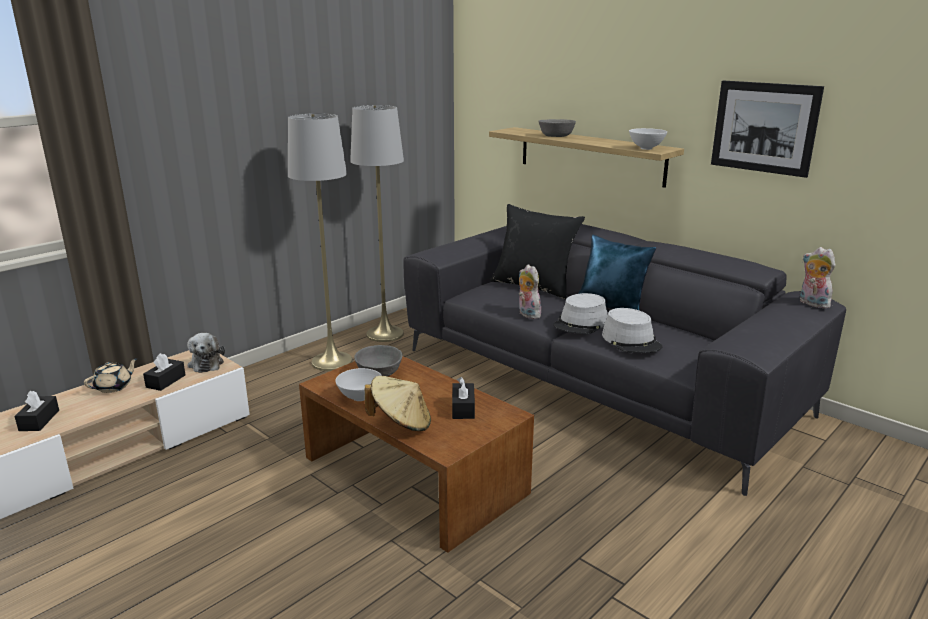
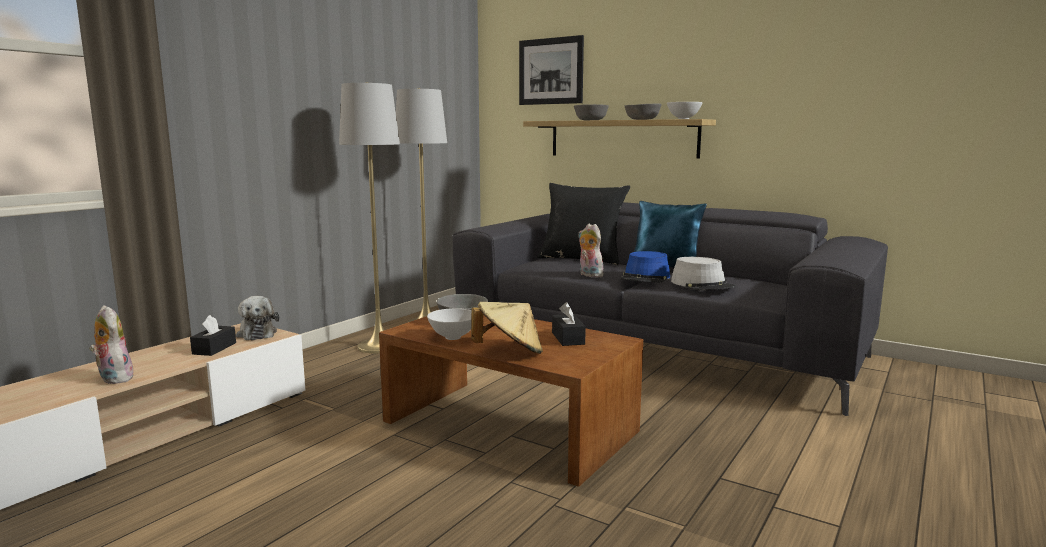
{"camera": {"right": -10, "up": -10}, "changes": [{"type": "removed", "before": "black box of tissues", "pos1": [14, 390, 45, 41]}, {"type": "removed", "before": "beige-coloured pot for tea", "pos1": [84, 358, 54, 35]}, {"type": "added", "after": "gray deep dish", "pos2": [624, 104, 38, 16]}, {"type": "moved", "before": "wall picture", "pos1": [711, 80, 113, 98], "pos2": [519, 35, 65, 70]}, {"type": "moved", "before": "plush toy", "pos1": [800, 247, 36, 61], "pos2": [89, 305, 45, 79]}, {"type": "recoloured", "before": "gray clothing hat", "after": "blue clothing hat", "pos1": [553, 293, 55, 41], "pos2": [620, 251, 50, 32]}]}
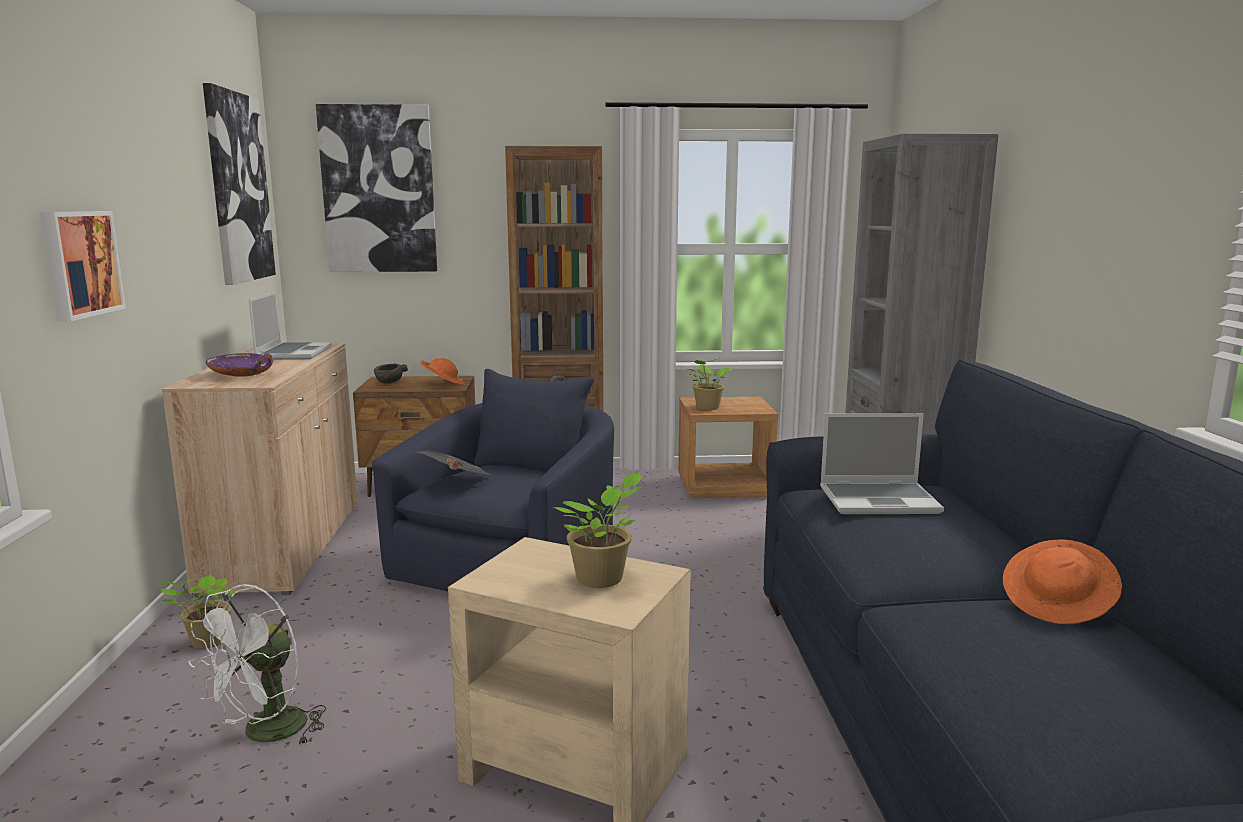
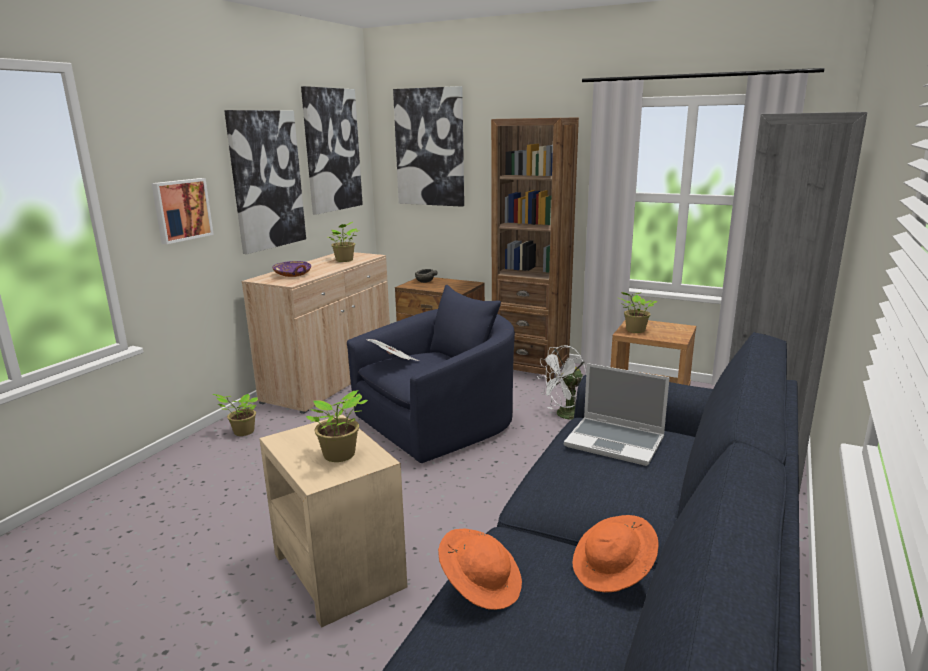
{"camera": {"right": 30, "up": 5}, "changes": [{"type": "added", "after": "wall picture", "pos2": [224, 110, 82, 144]}, {"type": "moved", "before": "white-coloured electric fan", "pos1": [188, 584, 138, 162], "pos2": [537, 345, 49, 75]}, {"type": "moved", "before": "orangey clothing hat", "pos1": [421, 358, 43, 27], "pos2": [438, 529, 84, 81]}, {"type": "replaced", "before": "portable computer", "after": "houseplant", "pos1": [249, 292, 83, 68], "pos2": [328, 222, 32, 40]}]}
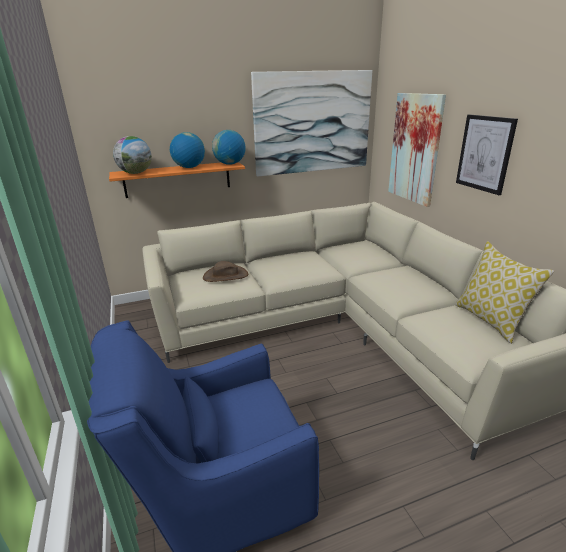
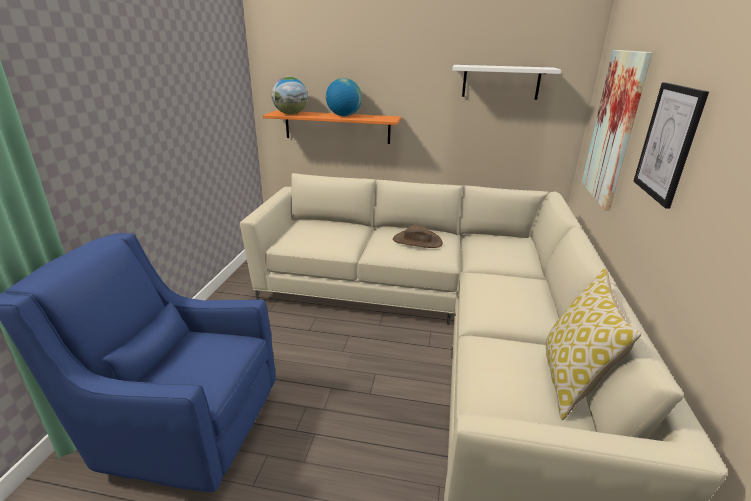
{"camera": {"right": 30, "up": 0}, "changes": [{"type": "removed", "before": "desk globe", "pos1": [212, 130, 34, 35]}, {"type": "moved", "before": "brown clothing hat", "pos1": [203, 261, 45, 21], "pos2": [393, 224, 50, 24]}, {"type": "replaced", "before": "wall picture", "after": "white-coloured wall shelf", "pos1": [251, 70, 121, 107], "pos2": [452, 65, 109, 35]}]}
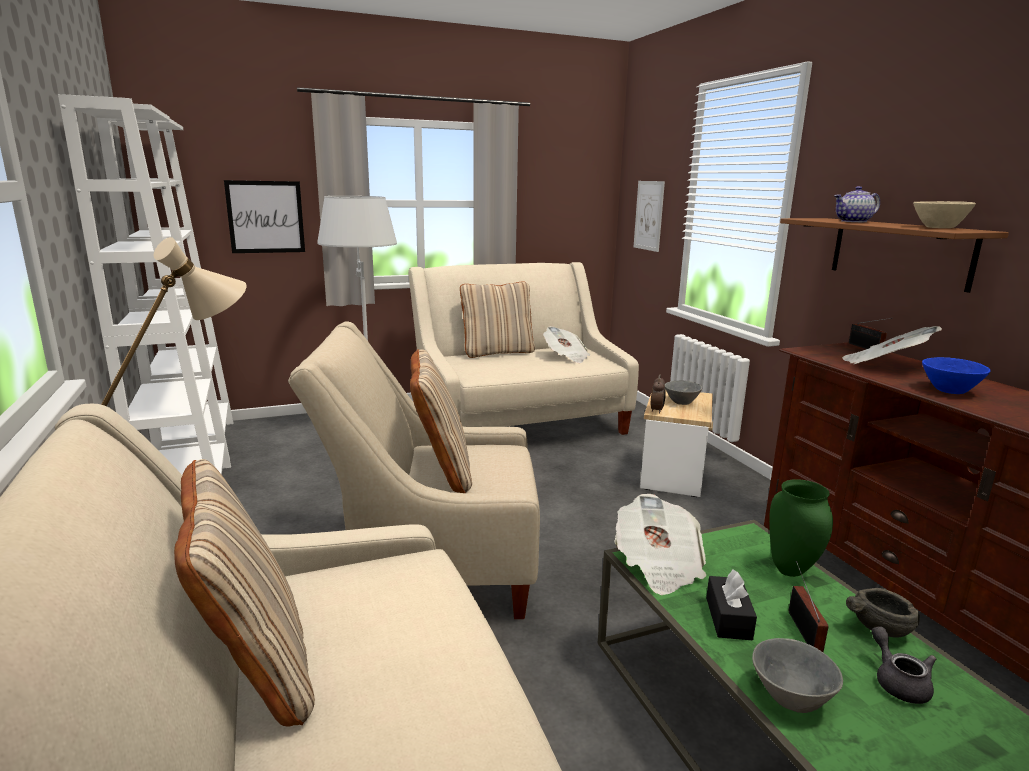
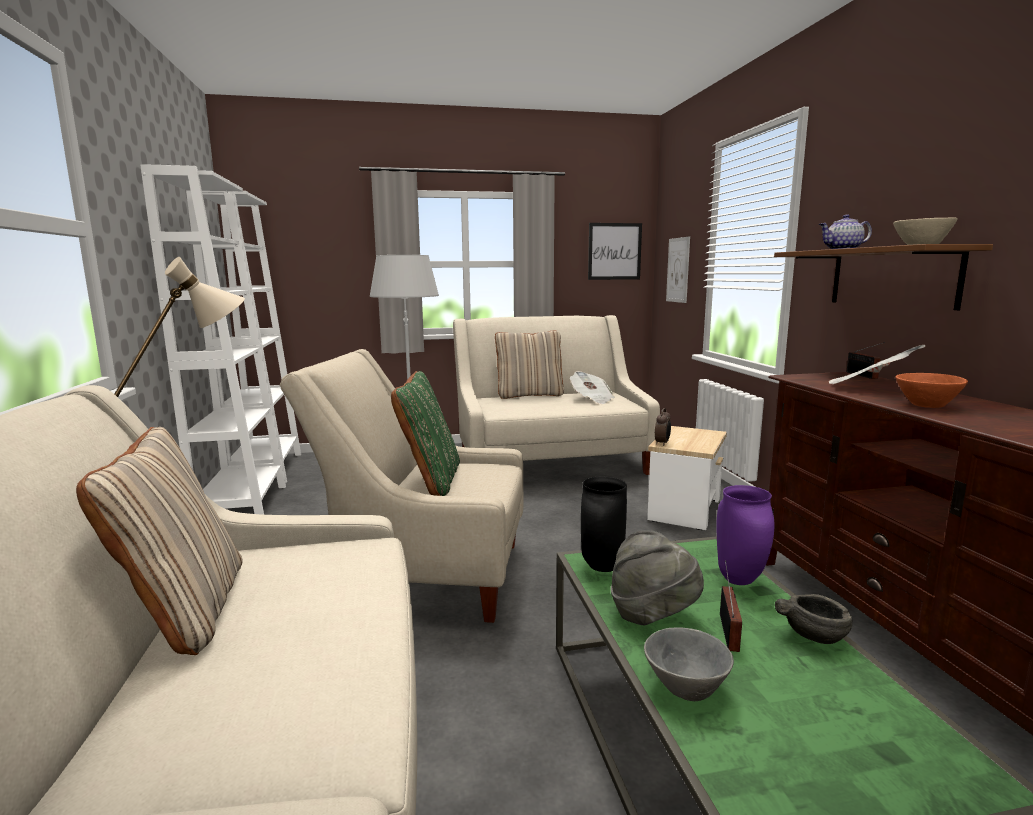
{"camera": {"right": 10, "up": -5}, "changes": [{"type": "removed", "before": "gray deep dish", "pos1": [665, 381, 37, 24]}, {"type": "removed", "before": "gray pot for tea", "pos1": [872, 626, 64, 78]}, {"type": "moved", "before": "wall picture", "pos1": [224, 180, 81, 73], "pos2": [588, 223, 54, 57]}, {"type": "replaced", "before": "printed paper", "after": "black decorative vase", "pos1": [615, 494, 91, 101], "pos2": [581, 477, 46, 95]}, {"type": "replaced", "before": "black box of tissues", "after": "gray clothing hat", "pos1": [706, 569, 51, 71], "pos2": [611, 530, 93, 95]}, {"type": "recoloured", "before": "beige-coloured cushion", "after": "greenish cushion", "pos1": [410, 349, 62, 144], "pos2": [391, 371, 69, 125]}, {"type": "recoloured", "before": "greenish decorative vase", "after": "purple-coloured decorative vase", "pos1": [769, 479, 64, 98], "pos2": [717, 485, 57, 100]}, {"type": "recoloured", "before": "blue deep dish", "after": "orangey deep dish", "pos1": [922, 357, 69, 37], "pos2": [895, 373, 73, 35]}]}
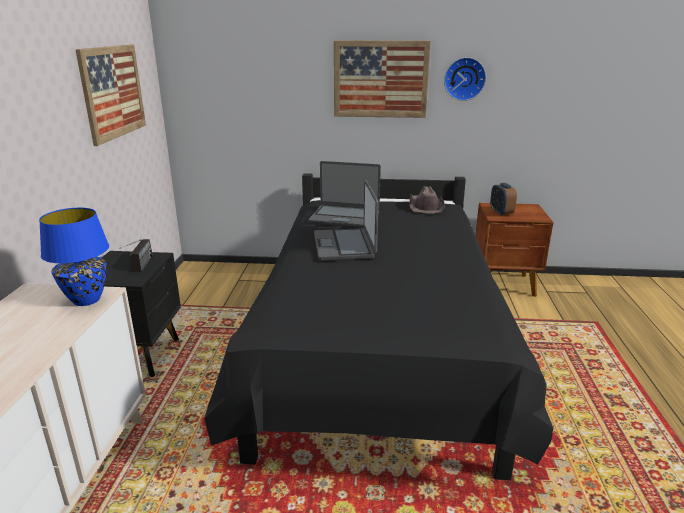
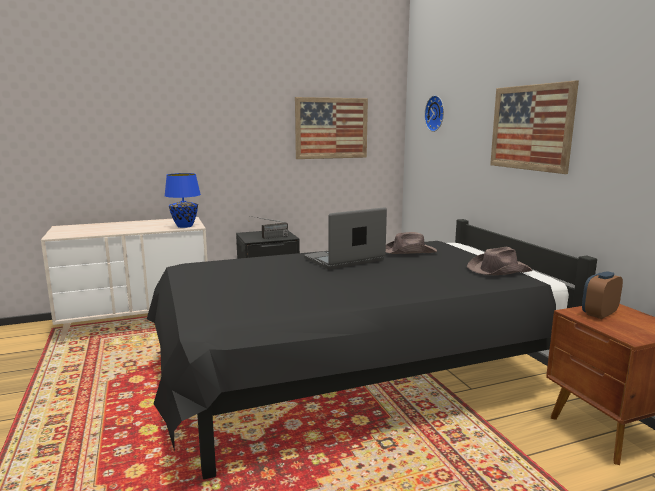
{"camera": {"right": 65, "up": -10}, "changes": [{"type": "moved", "before": "wall clock", "pos1": [444, 57, 42, 44], "pos2": [424, 95, 20, 37]}, {"type": "replaced", "before": "portable computer", "after": "brown clothing hat", "pos1": [308, 161, 73, 67], "pos2": [386, 232, 51, 22]}]}
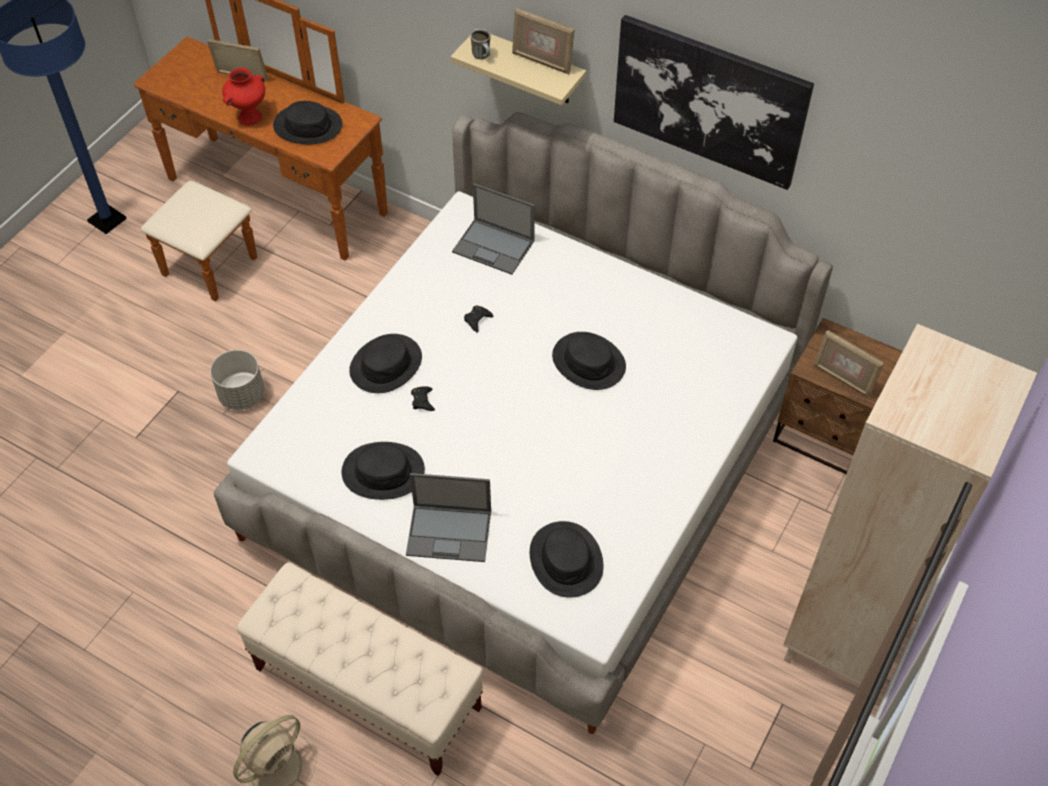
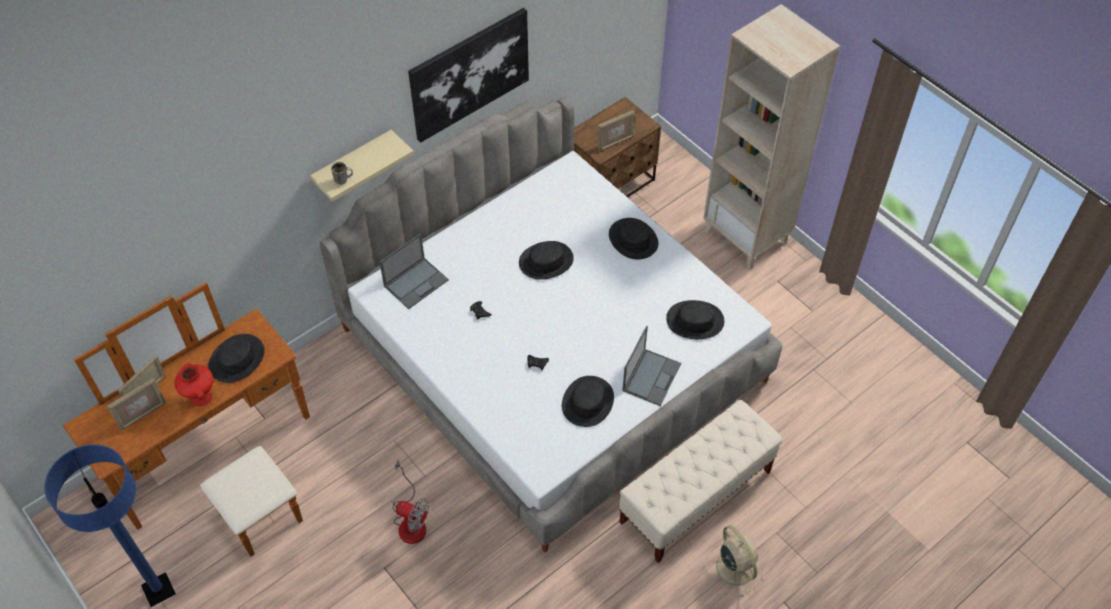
{"camera": {"right": -70, "up": 0}, "changes": [{"type": "moved", "before": "black clothing hat", "pos1": [349, 334, 73, 59], "pos2": [609, 218, 49, 41]}, {"type": "moved", "before": "standing frame", "pos1": [512, 8, 62, 67], "pos2": [107, 378, 59, 53]}, {"type": "replaced", "before": "gray plant pot", "after": "electric fan", "pos1": [210, 350, 54, 60], "pos2": [393, 459, 36, 85]}]}
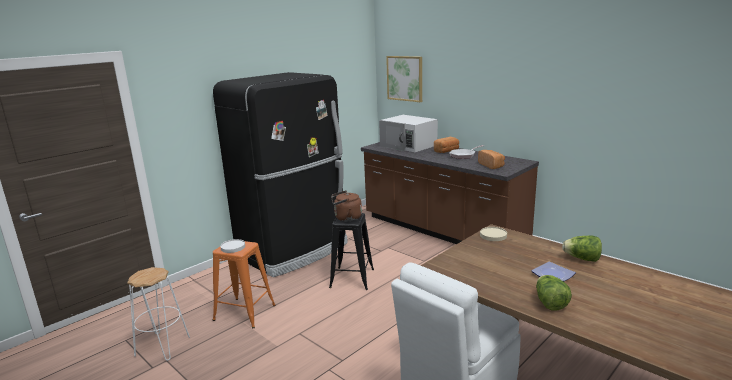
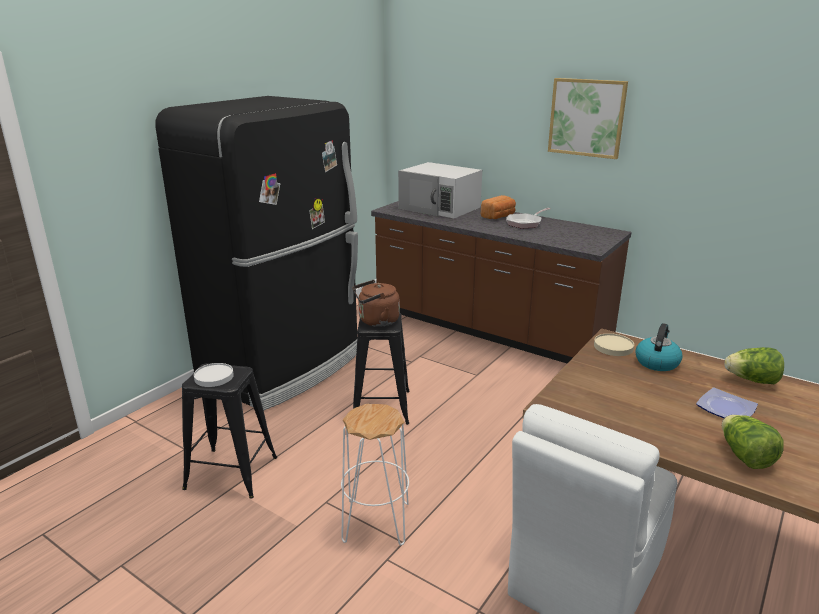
{"camera": {"right": -10, "up": 5}, "changes": [{"type": "removed", "before": "bakery bread", "pos1": [478, 150, 27, 19]}, {"type": "added", "after": "water kettle", "pos2": [635, 323, 47, 48]}, {"type": "moved", "before": "white-coloured stool seat", "pos1": [127, 267, 63, 94], "pos2": [341, 404, 68, 141]}, {"type": "moved", "before": "wall picture", "pos1": [386, 56, 36, 46], "pos2": [548, 78, 80, 81]}, {"type": "recoloured", "before": "orangey stool seat", "after": "black stool seat", "pos1": [212, 241, 64, 87], "pos2": [182, 363, 95, 136]}]}
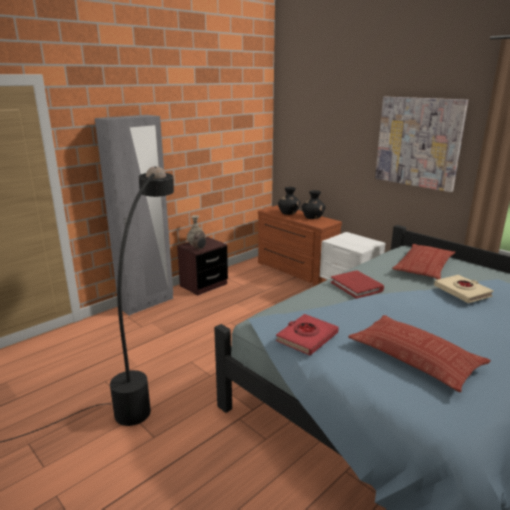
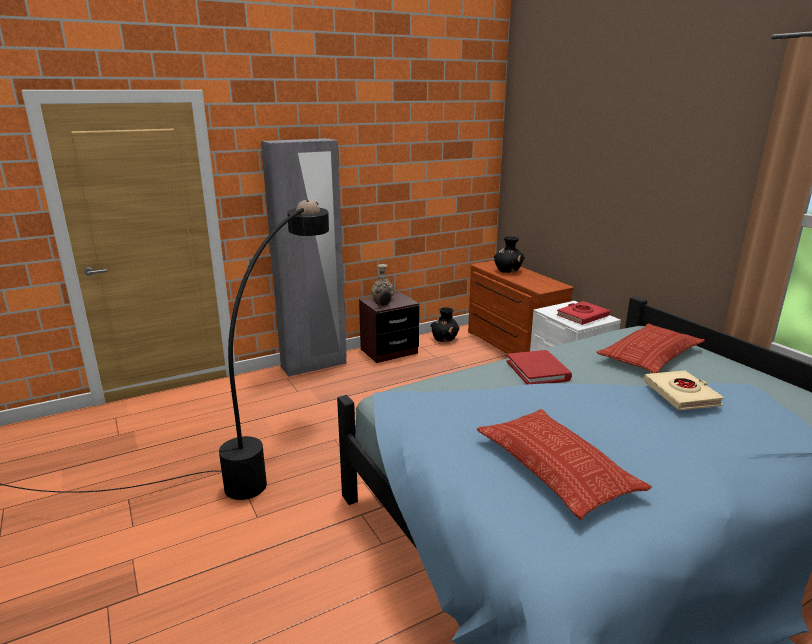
{"camera": {"right": 15, "up": 0}, "changes": [{"type": "removed", "before": "wall picture", "pos1": [375, 97, 93, 95]}, {"type": "moved", "before": "reddish volume", "pos1": [276, 314, 63, 42], "pos2": [556, 301, 54, 24]}, {"type": "moved", "before": "black decorative vase", "pos1": [301, 190, 25, 29], "pos2": [431, 307, 28, 35]}]}
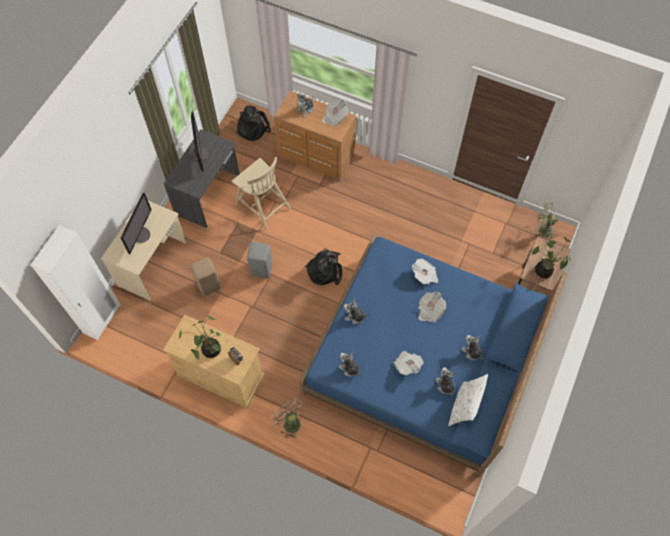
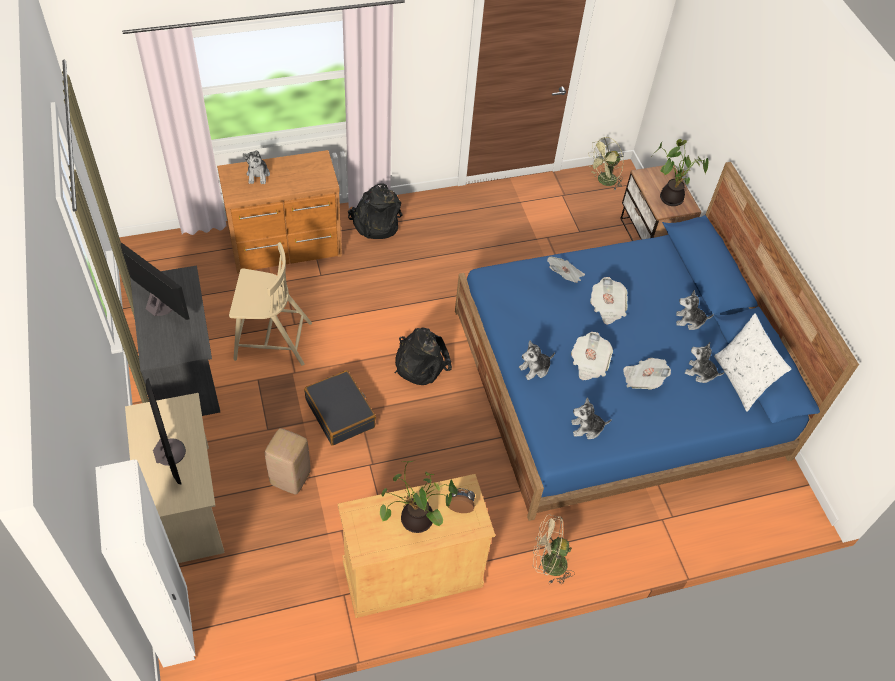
{"camera": {"right": -45, "up": -10}, "changes": [{"type": "moved", "before": "black knapsack", "pos1": [236, 106, 35, 35], "pos2": [348, 184, 55, 55]}, {"type": "moved", "before": "printed paper", "pos1": [322, 99, 27, 28], "pos2": [571, 332, 42, 48]}, {"type": "replaced", "before": "gray stool seat", "after": "black travel case", "pos1": [247, 242, 25, 36], "pos2": [304, 370, 72, 76]}]}
